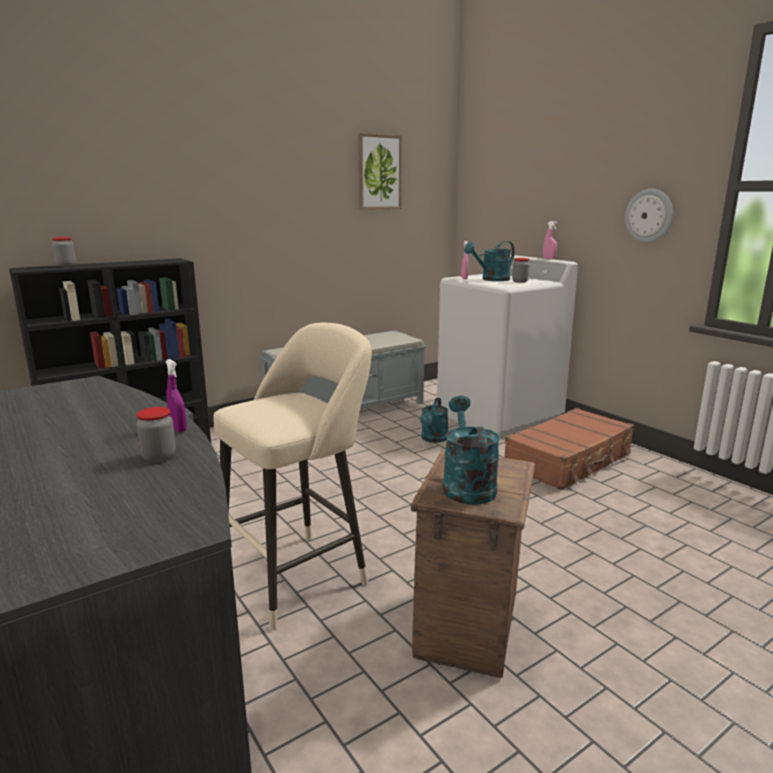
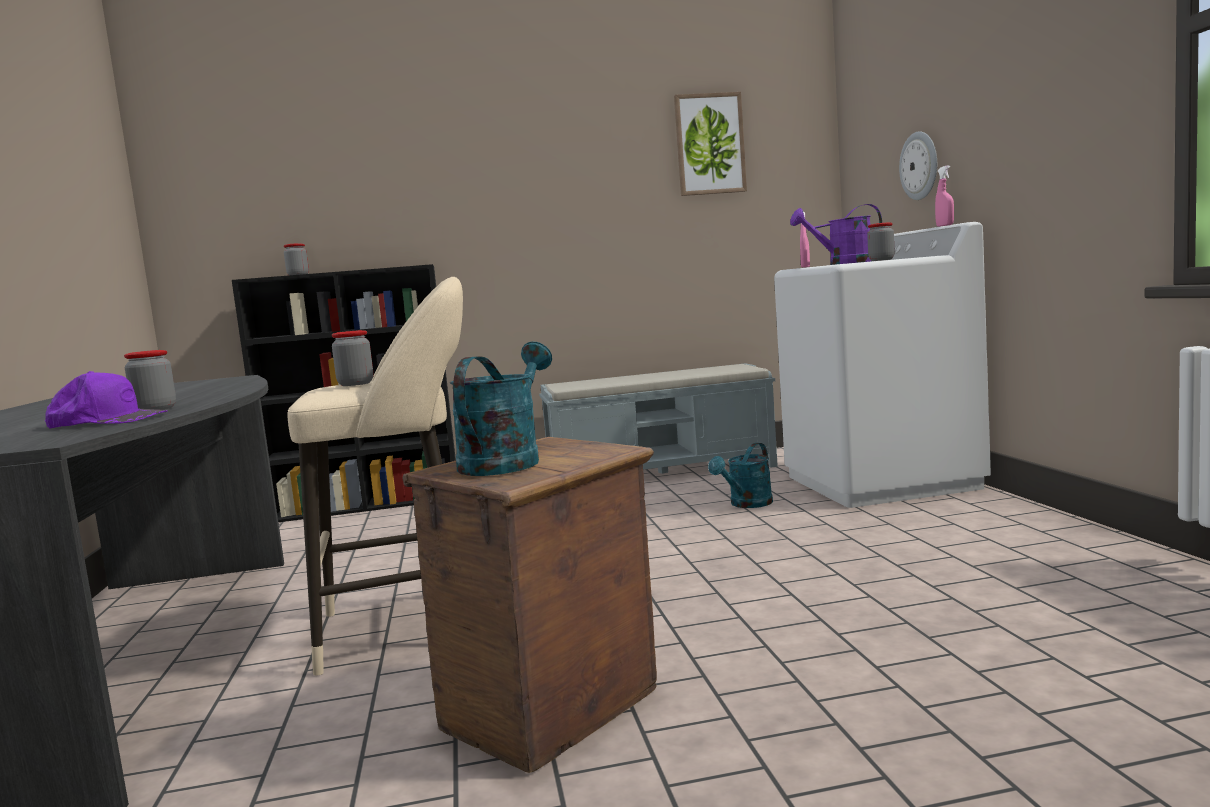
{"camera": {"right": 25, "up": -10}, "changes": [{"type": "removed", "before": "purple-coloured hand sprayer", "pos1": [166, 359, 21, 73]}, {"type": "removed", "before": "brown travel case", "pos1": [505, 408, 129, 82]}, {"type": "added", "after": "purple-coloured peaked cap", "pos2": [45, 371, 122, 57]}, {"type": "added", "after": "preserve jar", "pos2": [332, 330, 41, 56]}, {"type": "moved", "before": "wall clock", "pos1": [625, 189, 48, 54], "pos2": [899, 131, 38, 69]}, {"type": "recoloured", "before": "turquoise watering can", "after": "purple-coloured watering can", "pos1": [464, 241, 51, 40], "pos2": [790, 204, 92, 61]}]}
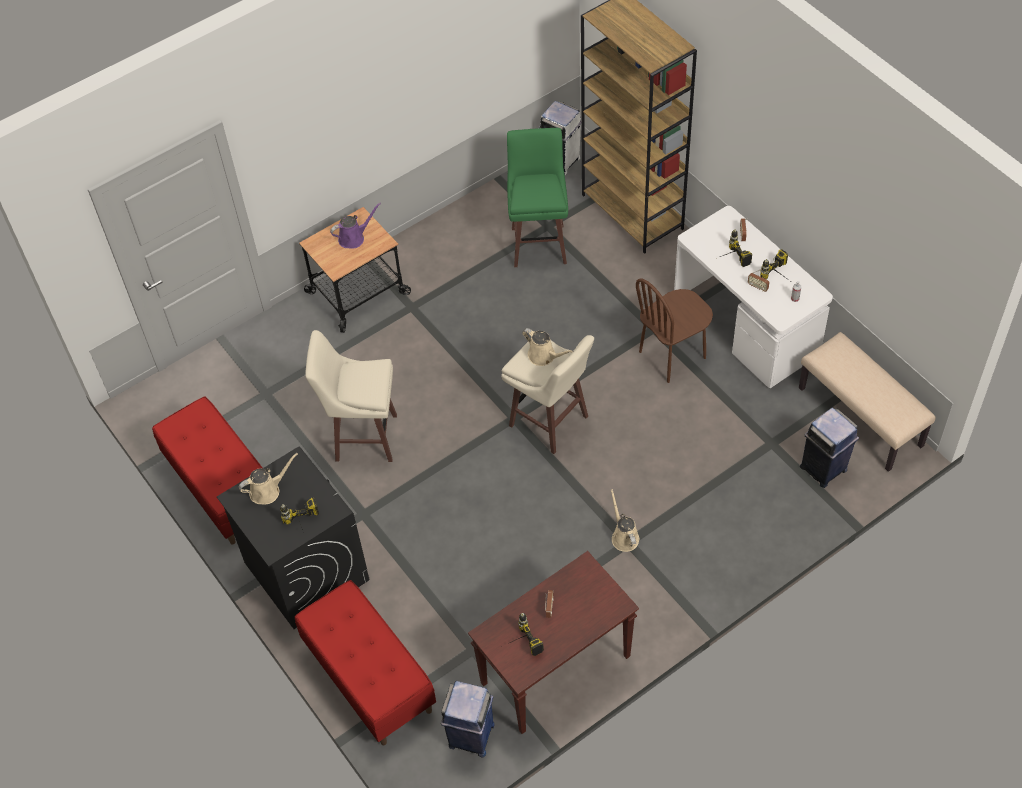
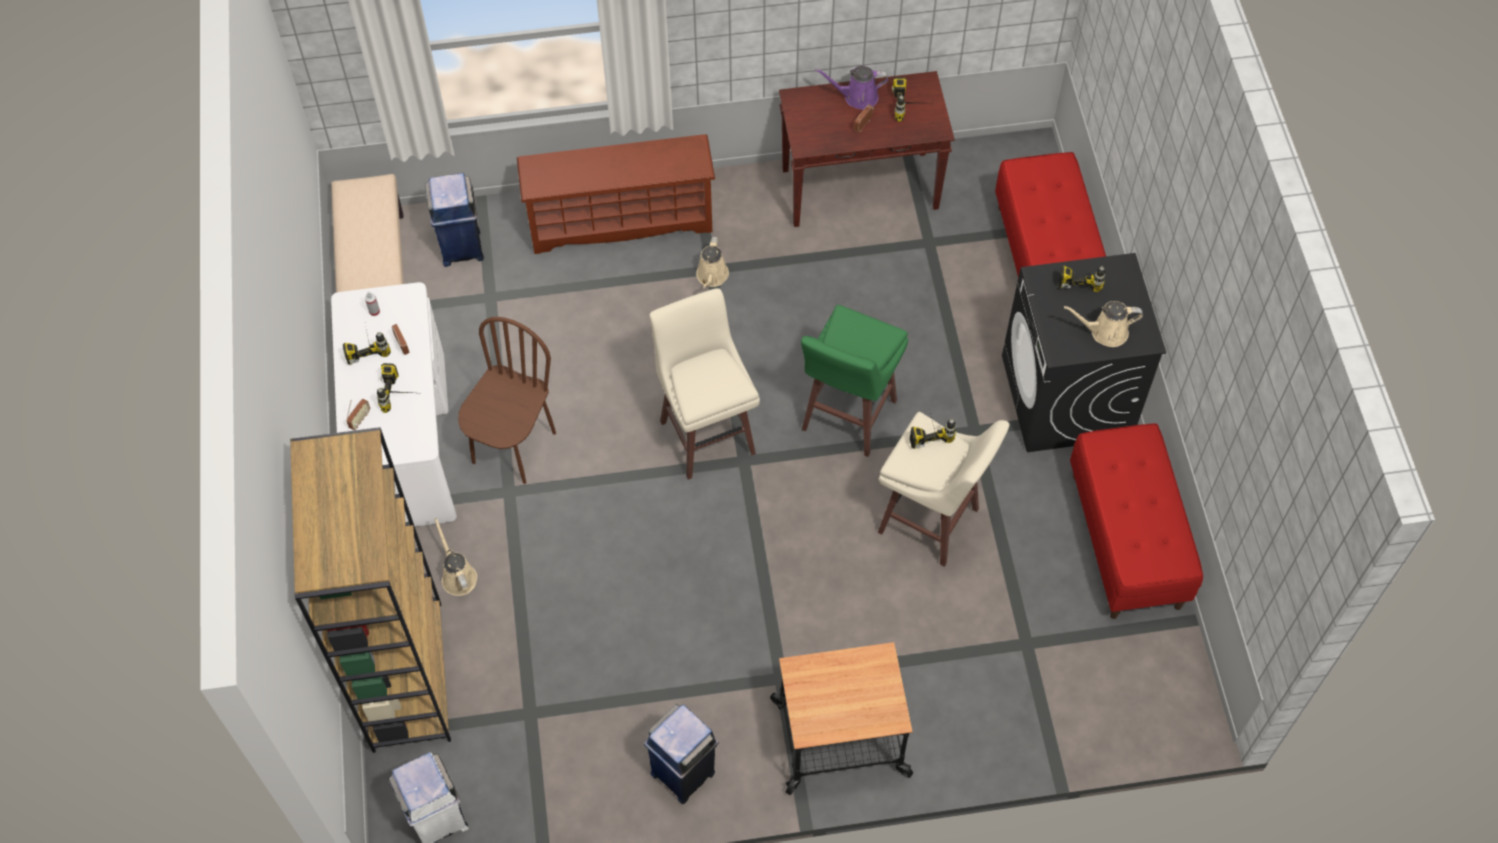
{"camera": {"right": -155, "up": 5}, "changes": [{"type": "added", "after": "brown shoe shelf", "pos2": [517, 134, 198, 120]}, {"type": "added", "after": "drill", "pos2": [910, 413, 46, 36]}, {"type": "moved", "before": "purple-coloured watering can", "pos1": [330, 203, 51, 46], "pos2": [815, 66, 73, 44]}, {"type": "moved", "before": "blue rubbish bin", "pos1": [441, 681, 54, 76], "pos2": [644, 704, 75, 100]}, {"type": "moved", "before": "greenish stool seat", "pos1": [507, 128, 61, 139], "pos2": [801, 305, 107, 152]}, {"type": "moved", "before": "beige-coloured watering can", "pos1": [522, 328, 51, 38], "pos2": [434, 517, 43, 79]}, {"type": "turned", "before": "brown upright chair", "pos1": [636, 278, 77, 105], "pos2": [458, 317, 98, 167], "turn": -60}]}
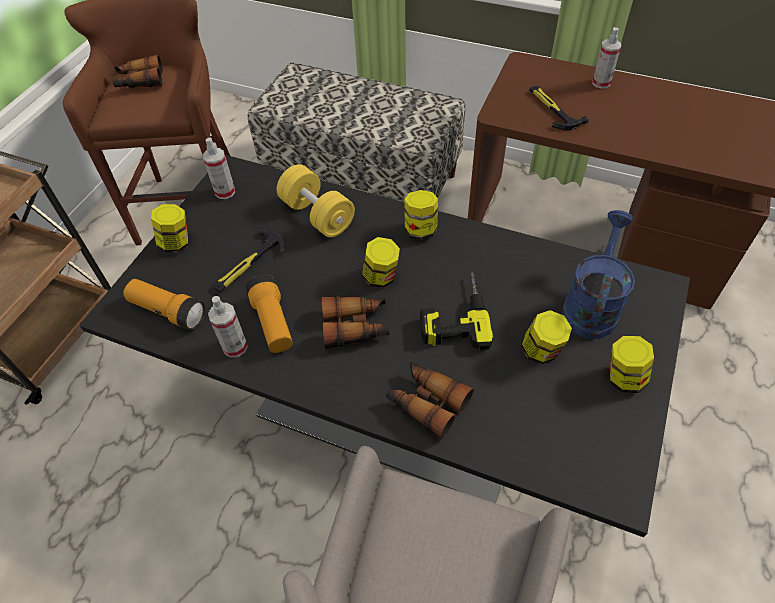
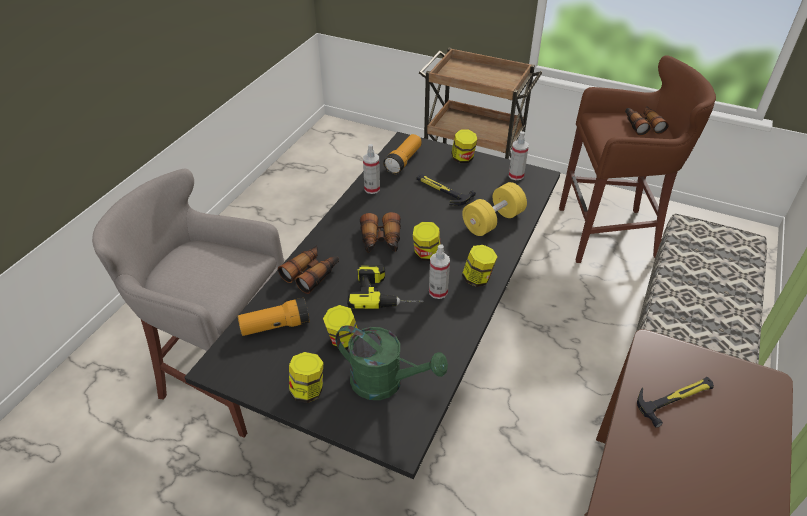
{"camera": {"right": 90, "up": -10}, "changes": [{"type": "moved", "before": "flashlight", "pos1": [246, 274, 47, 79], "pos2": [238, 298, 72, 38]}, {"type": "moved", "before": "hand sprayer", "pos1": [592, 27, 29, 62], "pos2": [429, 244, 21, 55]}, {"type": "recoloured", "before": "blue watering can", "after": "greenish watering can", "pos1": [562, 210, 73, 129], "pos2": [335, 325, 113, 75]}]}
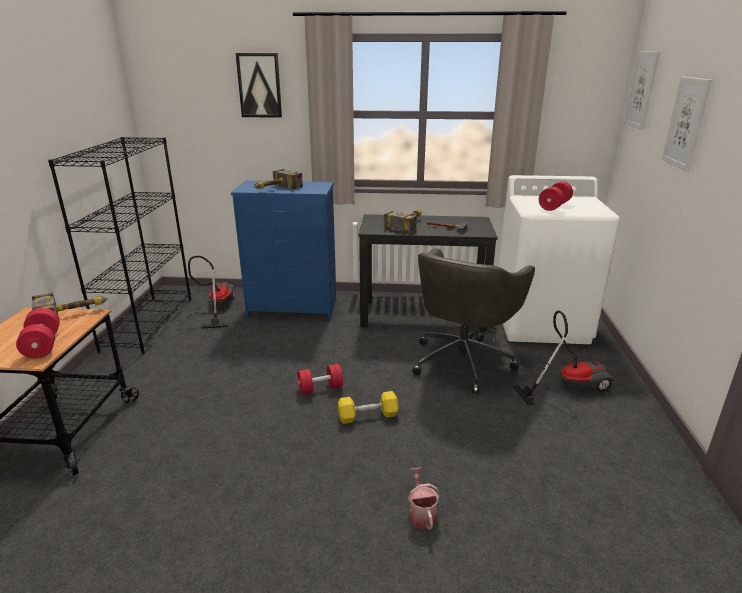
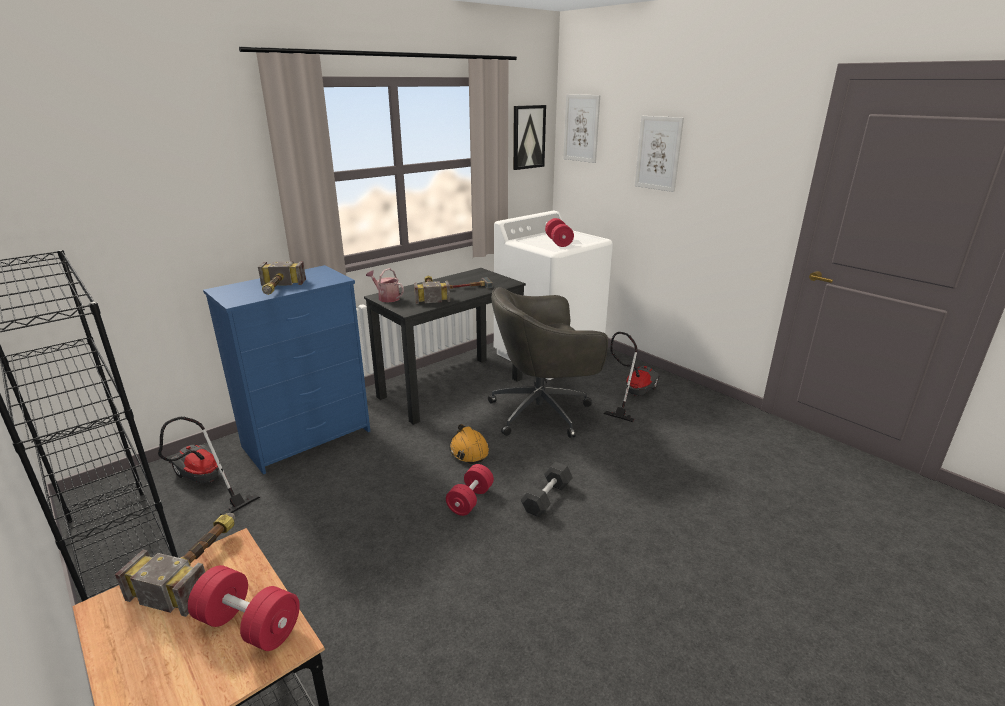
{"camera": {"right": -45, "up": 0}, "changes": [{"type": "added", "after": "orangey safety helmet", "pos2": [449, 424, 40, 40]}, {"type": "moved", "before": "wall picture", "pos1": [236, 53, 46, 65], "pos2": [513, 105, 33, 65]}, {"type": "moved", "before": "watering can", "pos1": [408, 467, 32, 63], "pos2": [366, 268, 38, 35]}, {"type": "recoloured", "before": "yellowish free weight", "after": "gray free weight", "pos1": [338, 391, 61, 33], "pos2": [521, 462, 52, 55]}, {"type": "turned", "before": "gray office chair", "pos1": [412, 248, 123, 146], "pos2": [488, 287, 120, 151], "turn": 90}]}
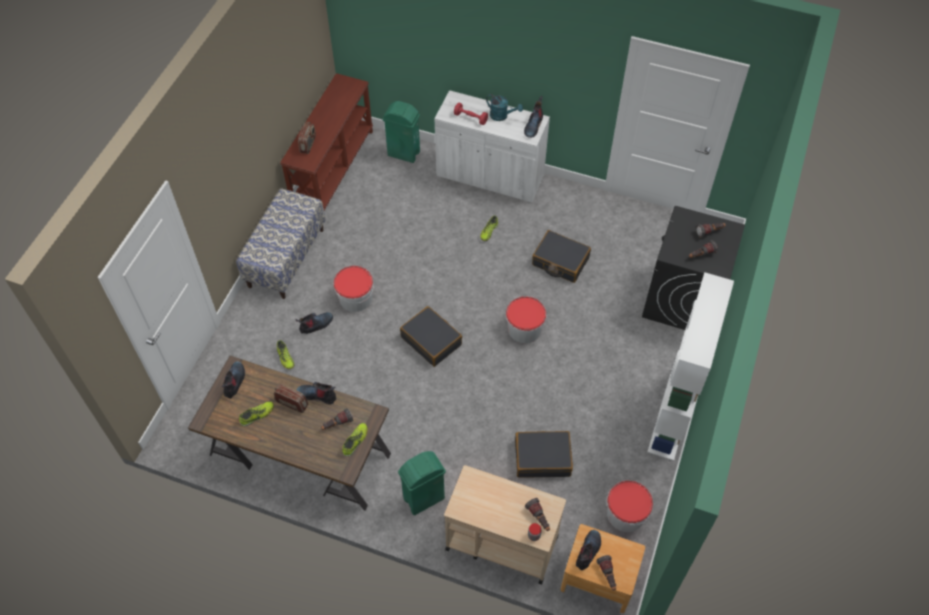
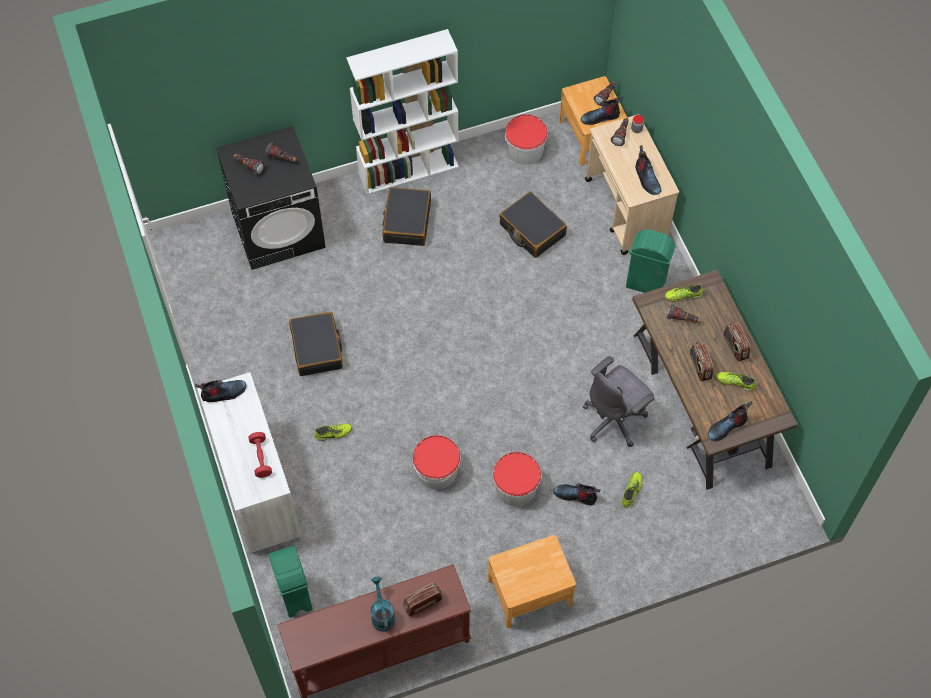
{"camera": {"right": -130, "up": 5}, "changes": [{"type": "added", "after": "gray office chair", "pos2": [583, 356, 71, 91]}, {"type": "added", "after": "radio", "pos2": [724, 322, 27, 40]}, {"type": "moved", "before": "high-top boot", "pos1": [296, 382, 40, 22], "pos2": [636, 145, 25, 50]}, {"type": "moved", "before": "black travel case", "pos1": [400, 306, 62, 61], "pos2": [382, 187, 49, 59]}, {"type": "moved", "before": "turquoise watering can", "pos1": [486, 94, 37, 27], "pos2": [370, 577, 25, 55]}, {"type": "moved", "before": "water bucket", "pos1": [506, 296, 41, 47], "pos2": [413, 435, 48, 55]}, {"type": "replaced", "before": "long seat", "after": "brown nightstand", "pos1": [236, 188, 90, 111], "pos2": [488, 535, 88, 93]}]}
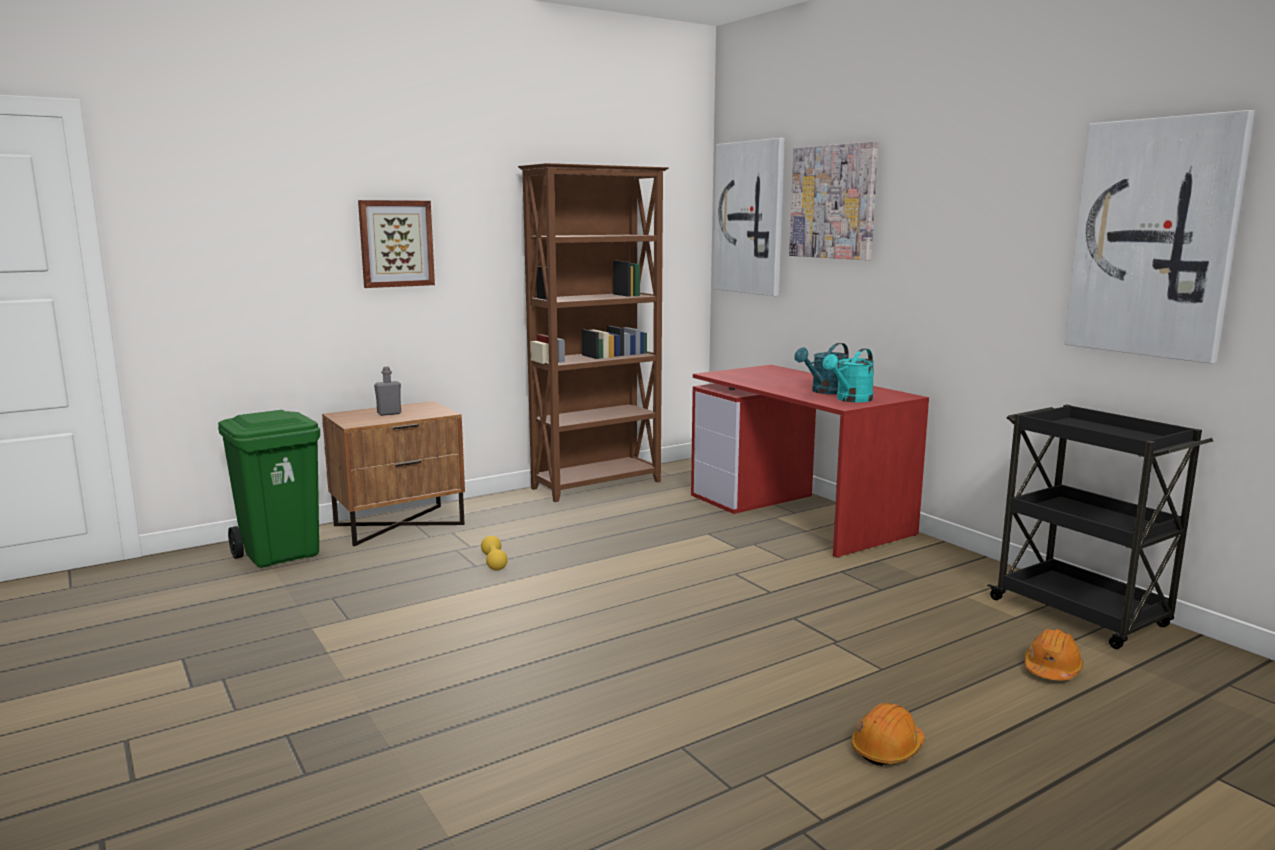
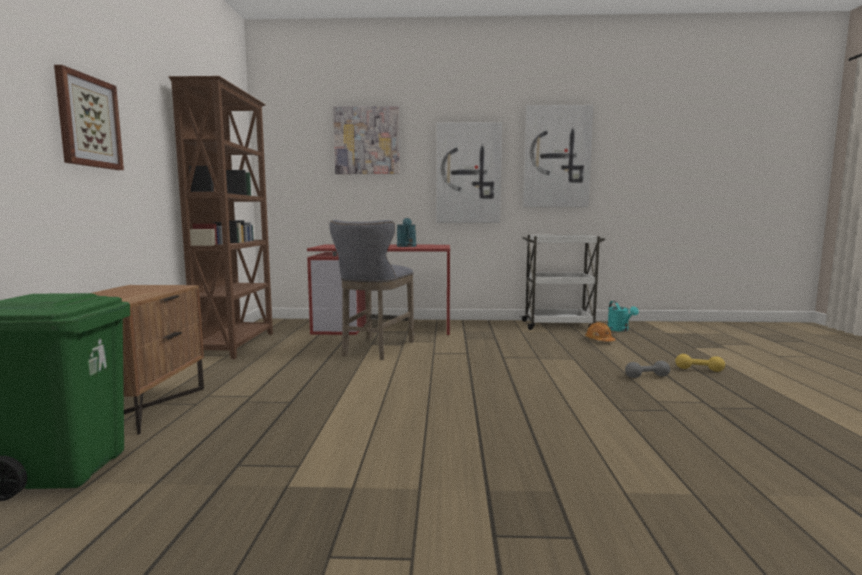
{"camera": {"right": -55, "up": -5}, "changes": [{"type": "removed", "before": "gray drink bottle", "pos1": [374, 367, 27, 49]}, {"type": "added", "after": "gray stool seat", "pos2": [329, 220, 85, 140]}, {"type": "moved", "before": "yellowish free weight", "pos1": [481, 536, 27, 35], "pos2": [675, 354, 50, 18]}, {"type": "moved", "before": "wall picture", "pos1": [713, 138, 72, 158], "pos2": [436, 122, 66, 101]}, {"type": "moved", "before": "turquoise watering can", "pos1": [823, 348, 51, 54], "pos2": [607, 301, 32, 31]}, {"type": "replaced", "before": "orangey safety helmet", "after": "gray free weight", "pos1": [851, 703, 74, 63], "pos2": [625, 361, 45, 17]}, {"type": "recoloured", "before": "black wheeled cart", "after": "white-coloured wheeled cart", "pos1": [987, 405, 226, 244], "pos2": [520, 235, 85, 95]}]}
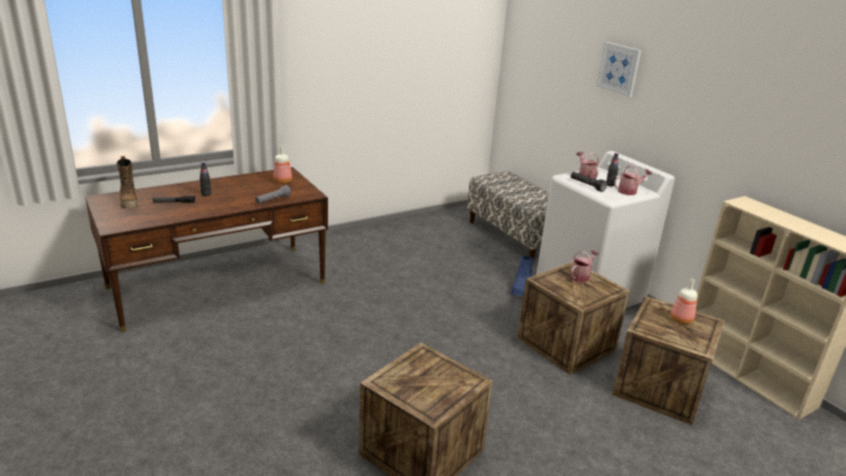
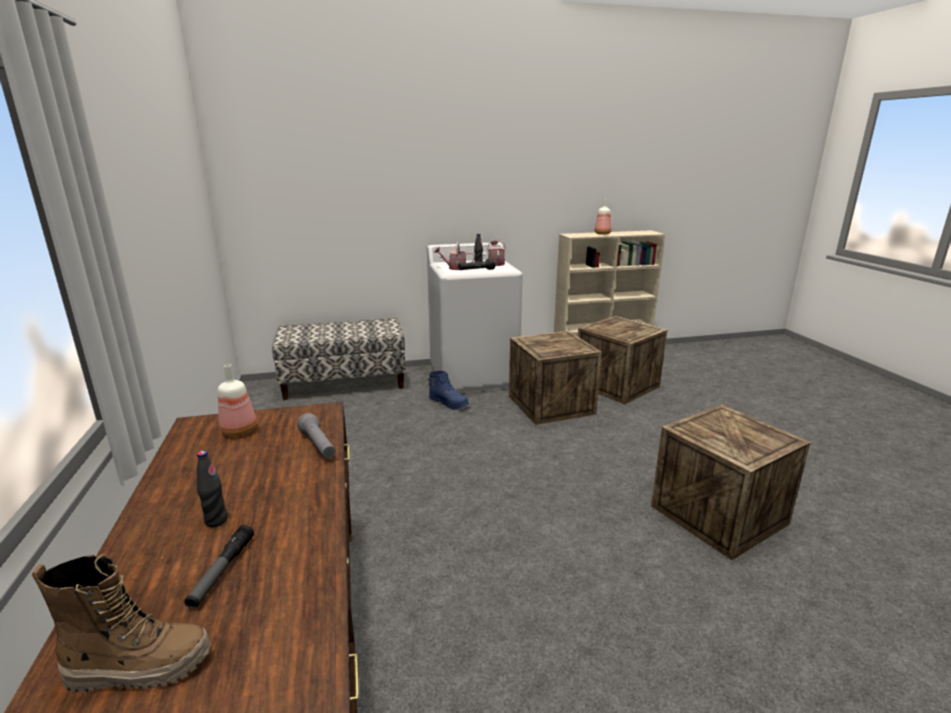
{"camera": {"right": -70, "up": -5}, "changes": [{"type": "removed", "before": "watering can", "pos1": [570, 250, 29, 32]}, {"type": "removed", "before": "wall picture", "pos1": [597, 42, 44, 55]}, {"type": "moved", "before": "drink bottle", "pos1": [671, 279, 26, 45], "pos2": [595, 199, 17, 36]}]}
